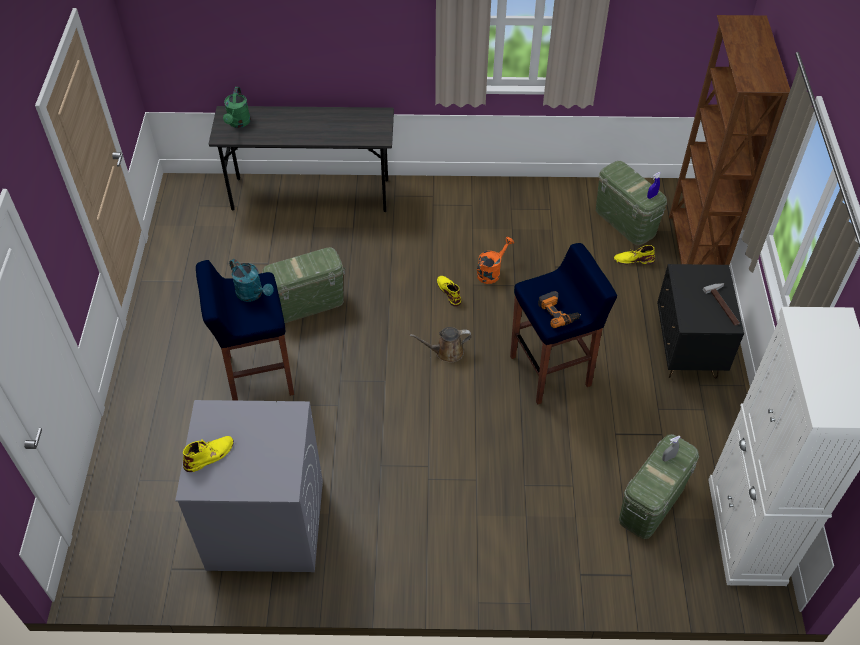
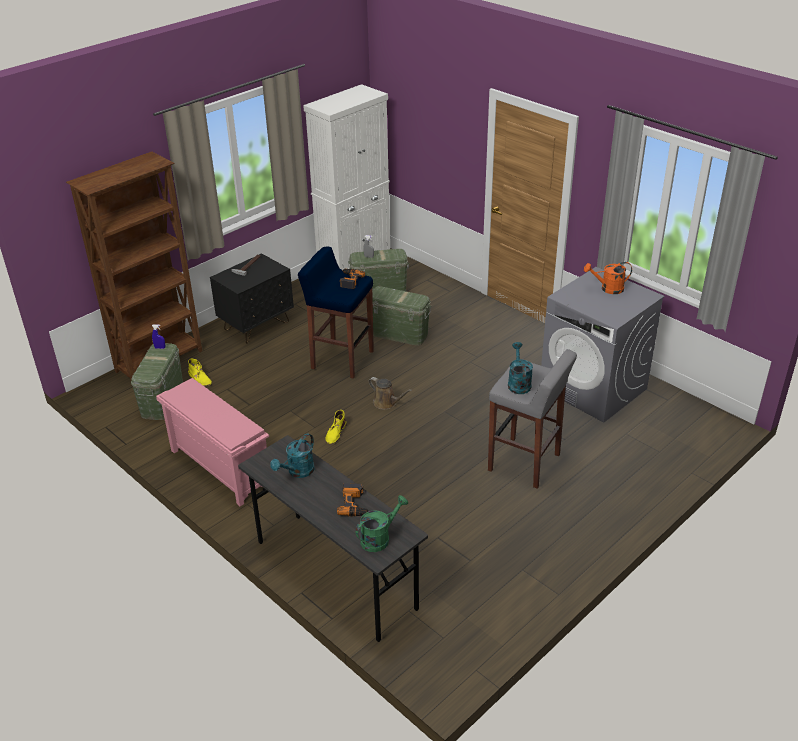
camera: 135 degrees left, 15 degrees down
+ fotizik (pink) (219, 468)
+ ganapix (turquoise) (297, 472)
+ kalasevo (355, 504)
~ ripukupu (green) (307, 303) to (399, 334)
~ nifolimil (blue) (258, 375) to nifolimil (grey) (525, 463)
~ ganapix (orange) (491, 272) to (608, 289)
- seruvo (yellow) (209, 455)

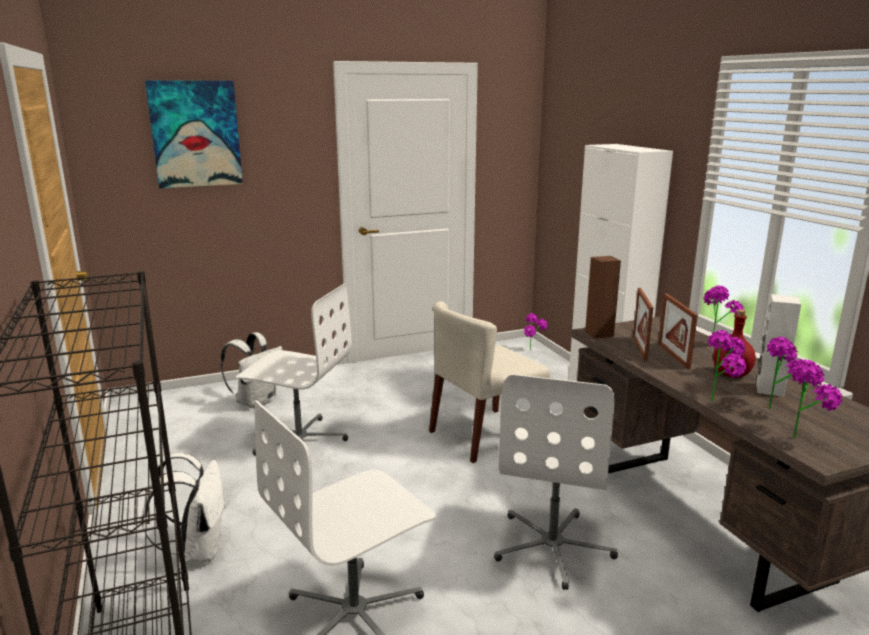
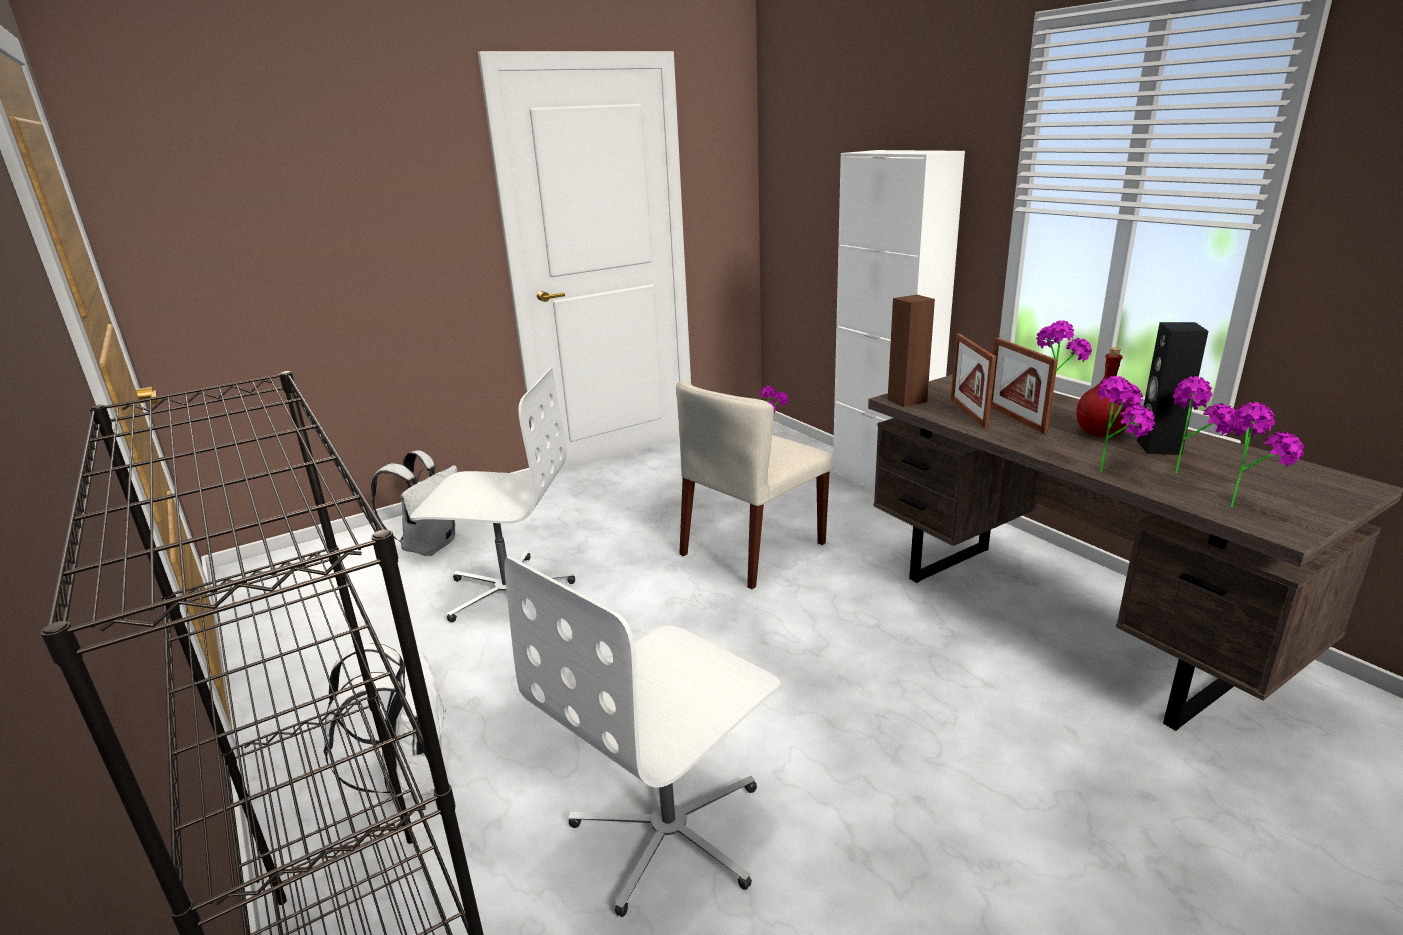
camera: 10 degrees left, 5 degrees up
~ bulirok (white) (769, 389) to bulirok (black) (1158, 447)
- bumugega (195, 134)
- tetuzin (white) (553, 547)

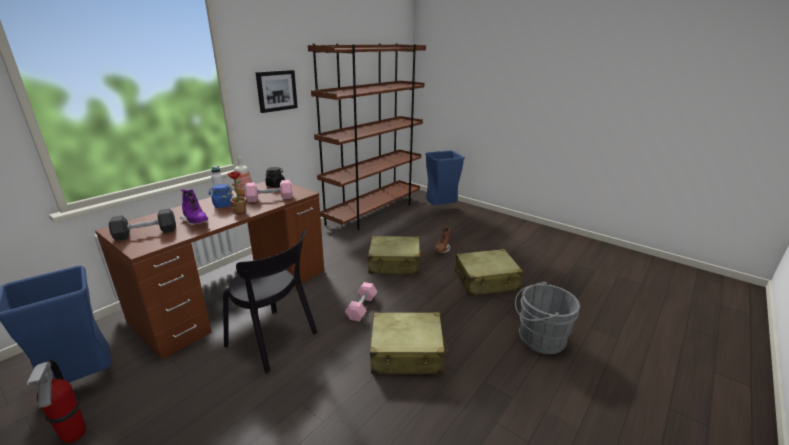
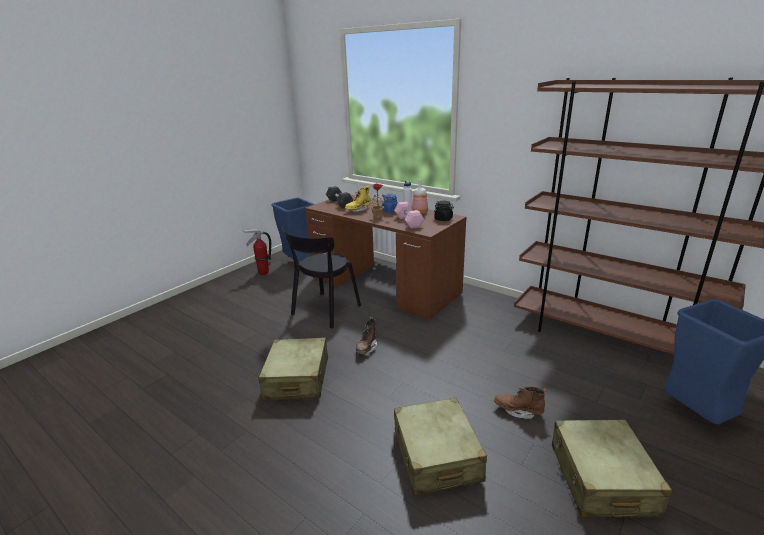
camera: 90 degrees right, 0 degrees up
~ seruvo (purple) (196, 221) to seruvo (yellow) (358, 210)
~ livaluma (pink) (361, 308) to seruvo (brown) (366, 348)
~ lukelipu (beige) (395, 263) to (601, 479)
- bumugega (276, 90)
- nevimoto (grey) (538, 338)

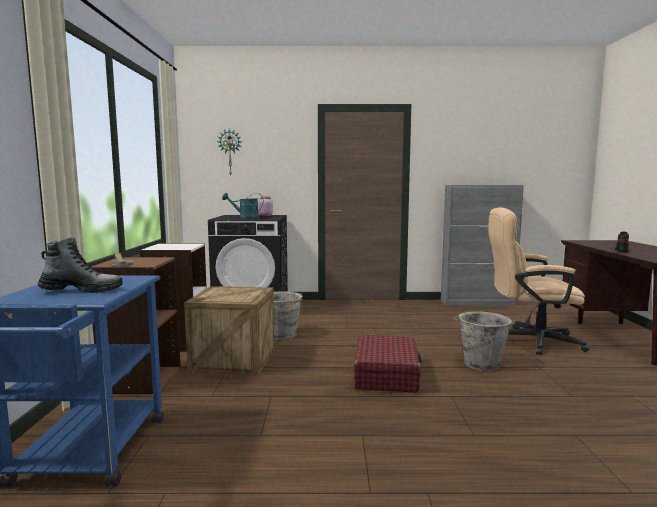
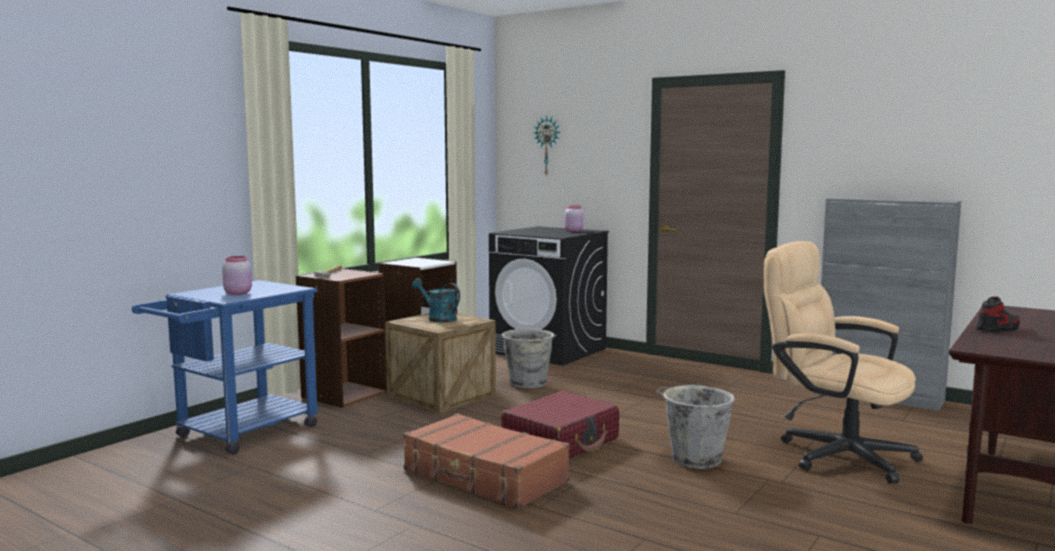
camera: 35 degrees right, 0 degrees up
~ seruvo (82, 290) to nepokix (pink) (238, 293)
+ lukelipu (brown) (484, 477)
~ ganapix (turquoise) (245, 218) to (438, 318)

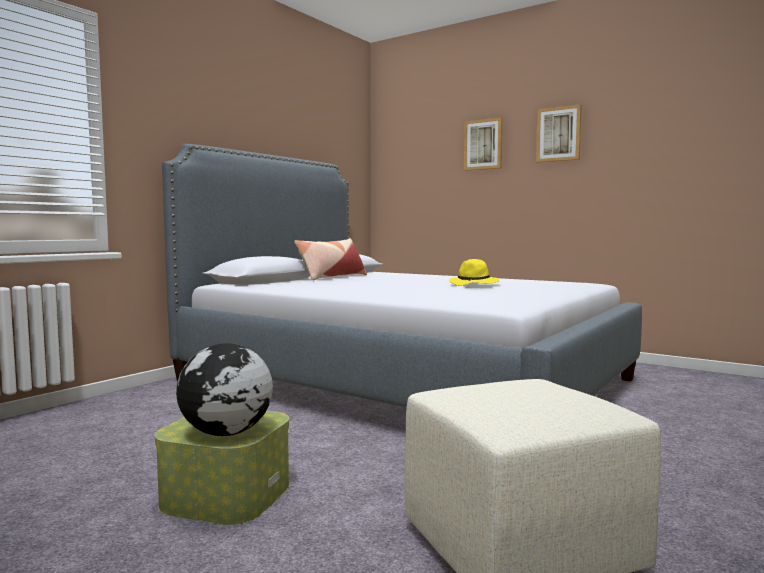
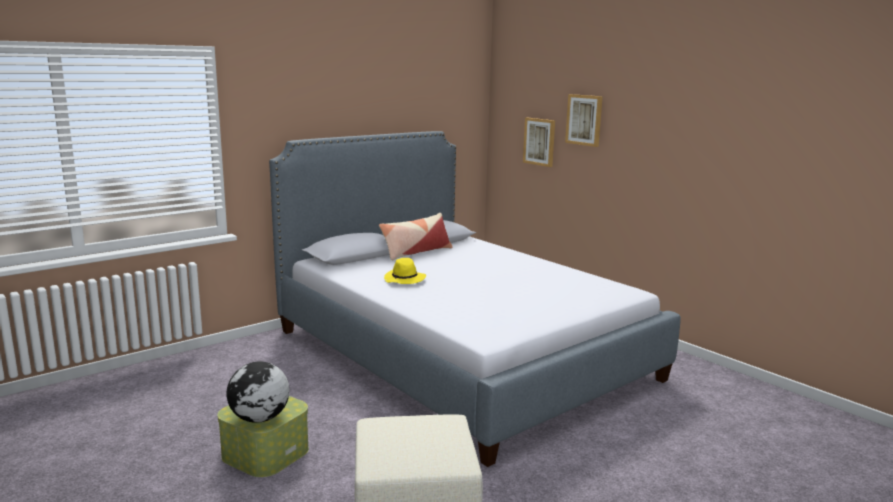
camera: 15 degrees right, 10 degrees up
~ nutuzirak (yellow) (474, 284) to (405, 279)
~ bumugega (558, 134) to (539, 141)

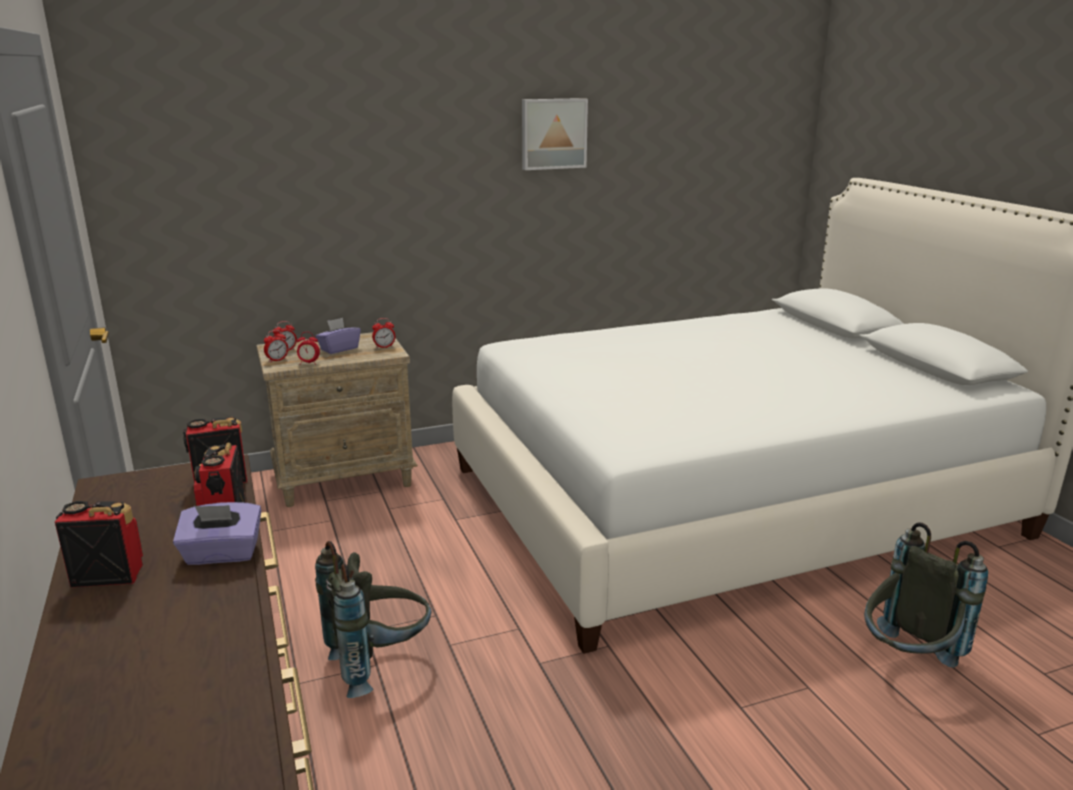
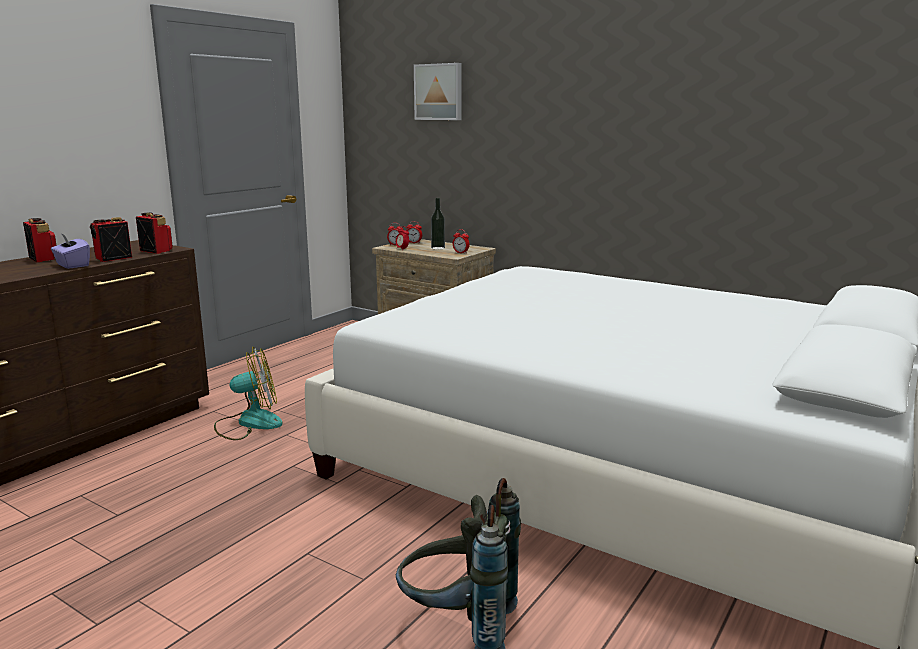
camera: 55 degrees right, 5 degrees down
~ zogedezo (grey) (379, 663) to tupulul (249, 423)
~ bumugega (553, 133) to (439, 92)
~ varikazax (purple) (339, 349) to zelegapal (438, 248)

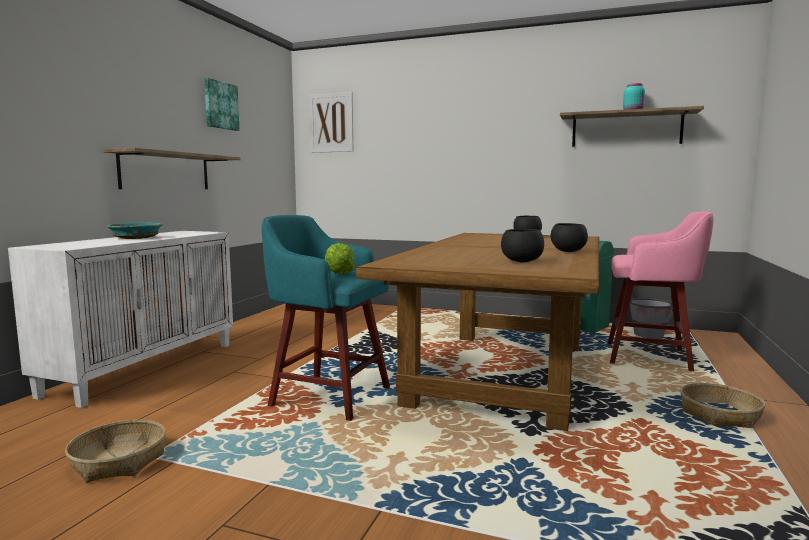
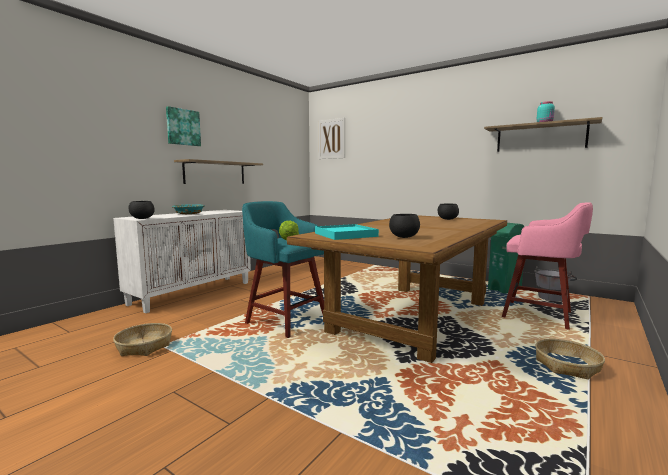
camera: 15 degrees right, 0 degrees up
~ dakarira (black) (567, 251) to (142, 218)
~ bumugega (220, 105) to (183, 127)
+ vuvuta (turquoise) (345, 235)

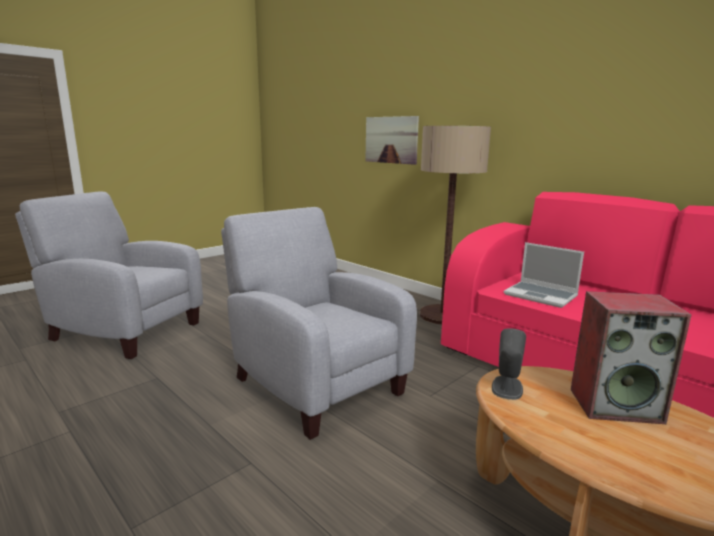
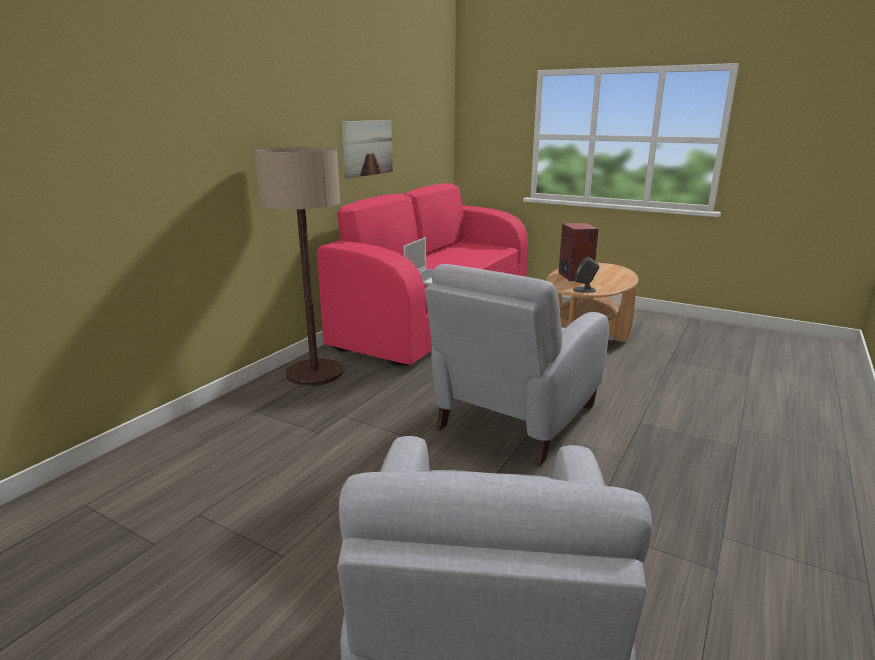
camera: 105 degrees left, 5 degrees up
~ bumugega (391, 140) to (367, 148)

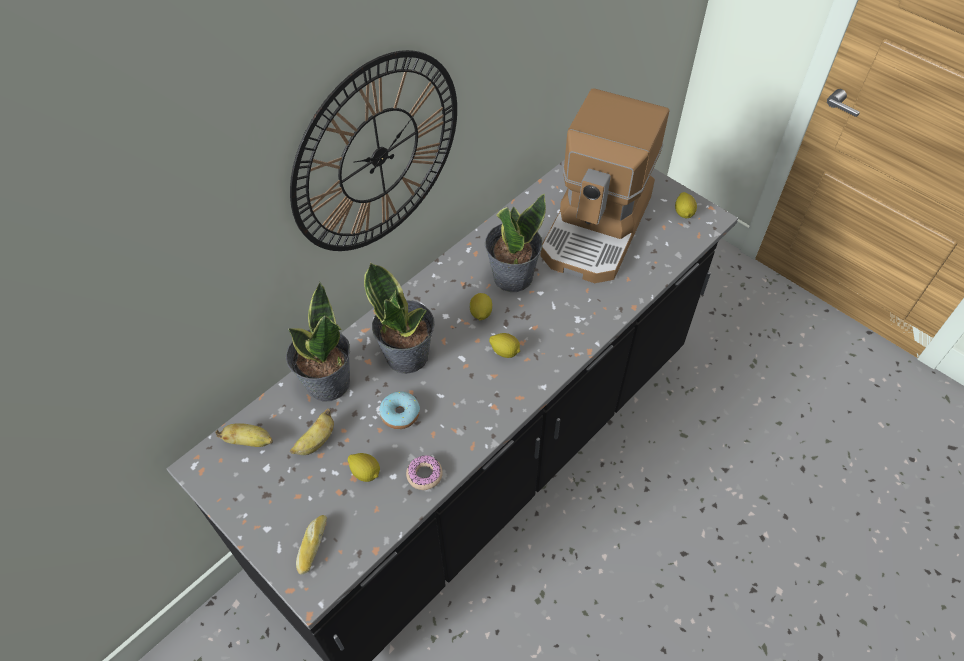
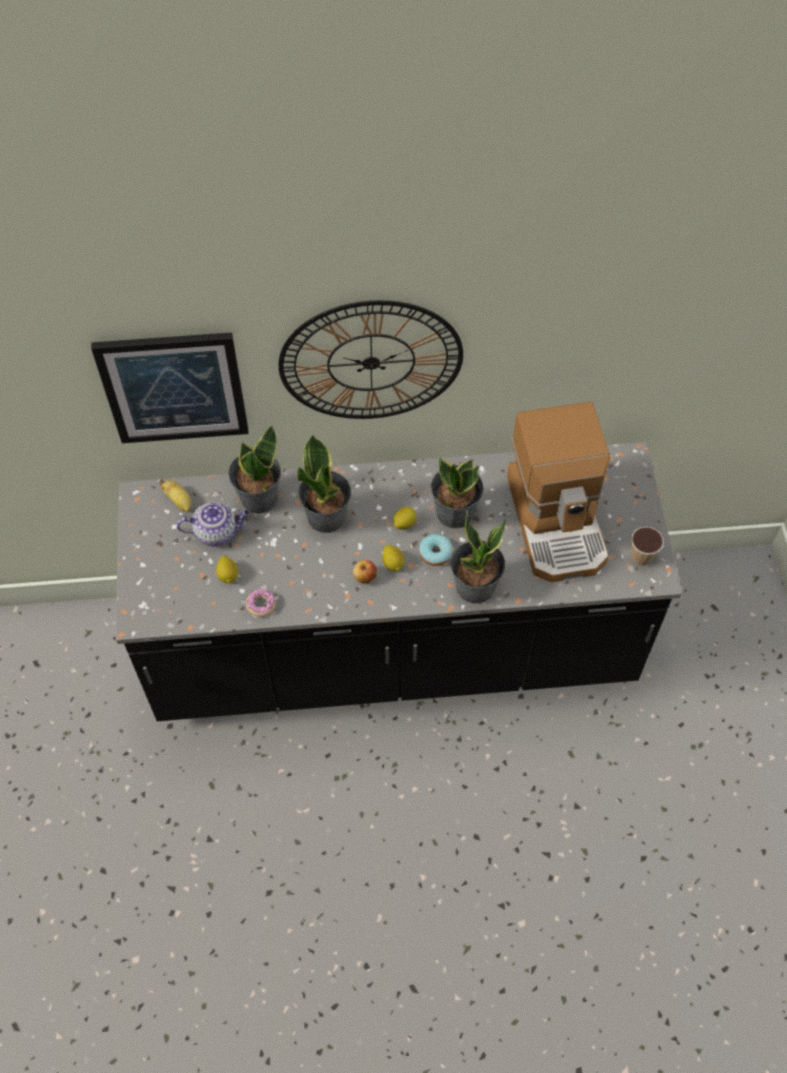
camera: 40 degrees right, 5 degrees up
+ bumugega (174, 387)
~ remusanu (316, 442) to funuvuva (217, 532)
+ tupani (365, 577)
~ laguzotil (400, 414) to (435, 553)
+ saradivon (475, 587)
~ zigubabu (598, 228) = (558, 521) 75 degrees counterclockwise
~ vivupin (684, 213) to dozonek (641, 557)
- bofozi (312, 545)

